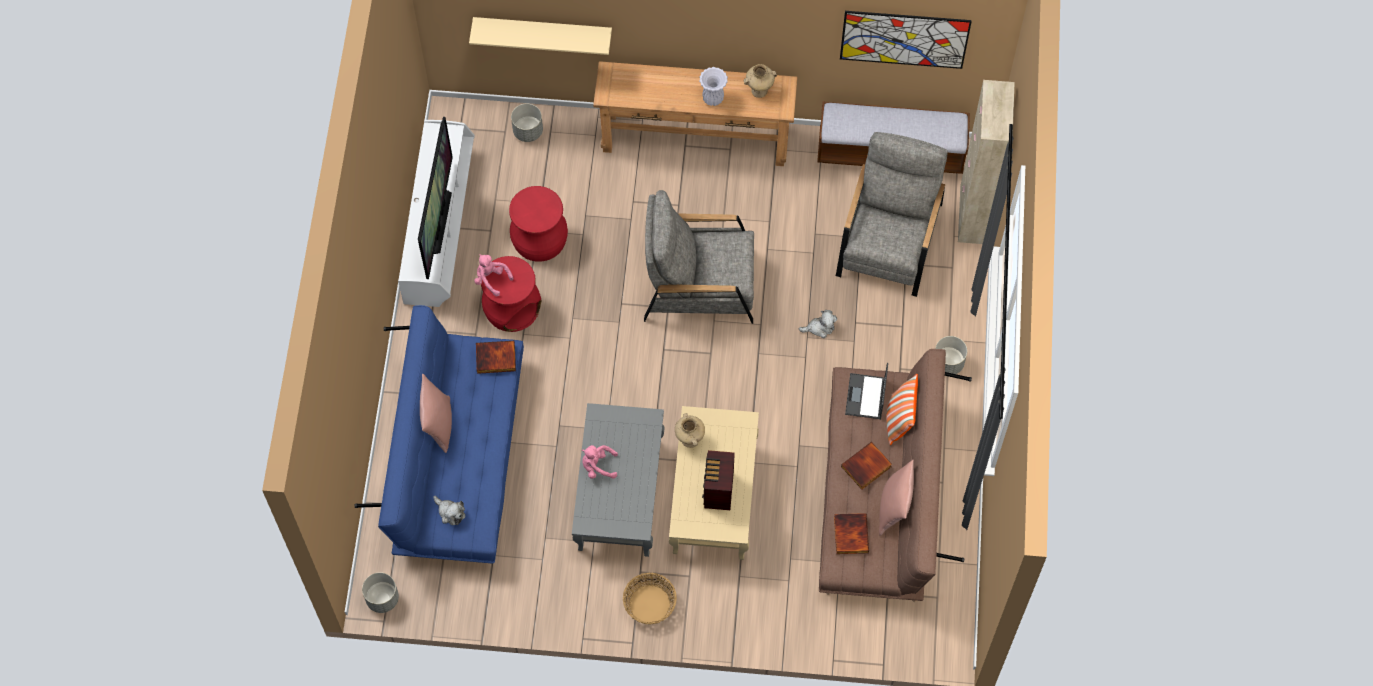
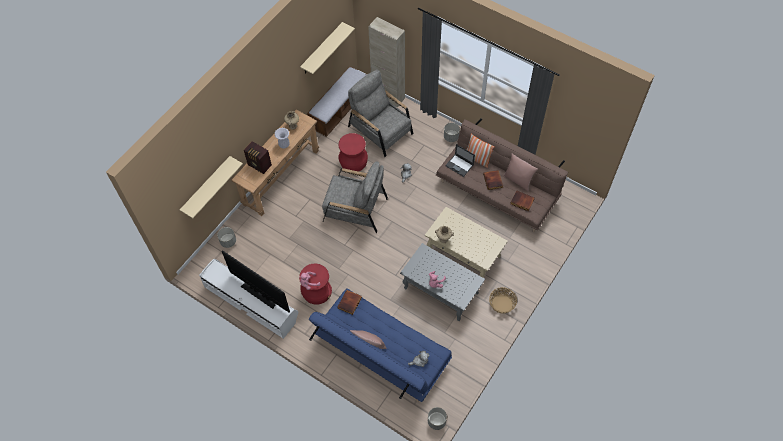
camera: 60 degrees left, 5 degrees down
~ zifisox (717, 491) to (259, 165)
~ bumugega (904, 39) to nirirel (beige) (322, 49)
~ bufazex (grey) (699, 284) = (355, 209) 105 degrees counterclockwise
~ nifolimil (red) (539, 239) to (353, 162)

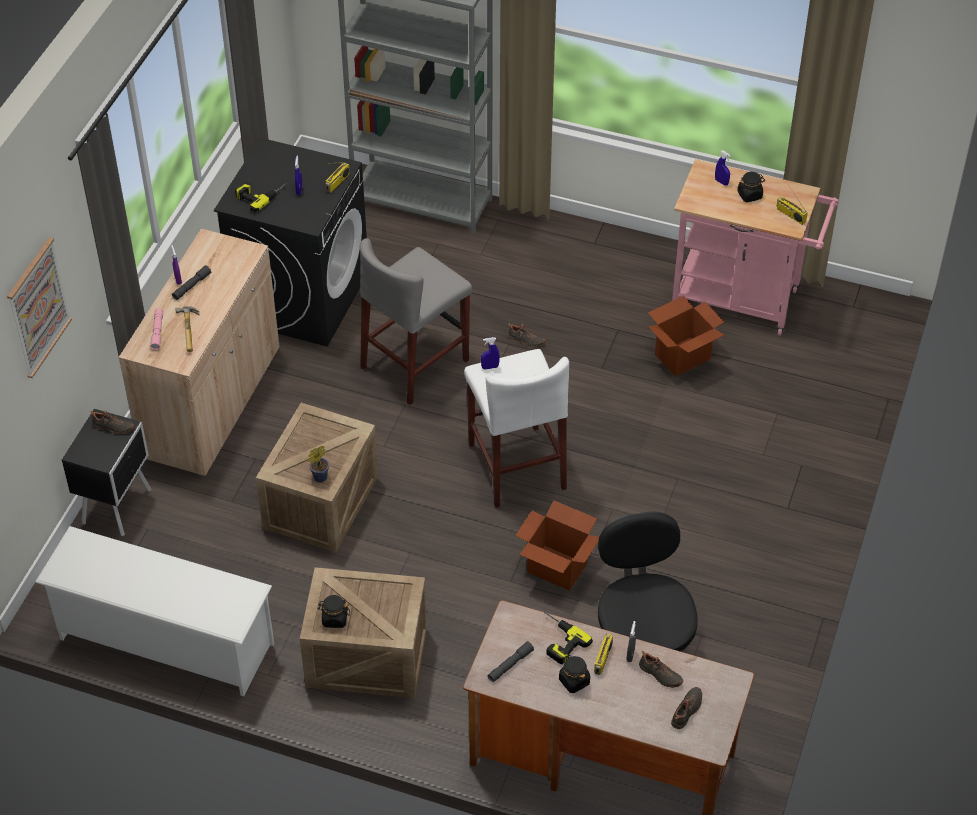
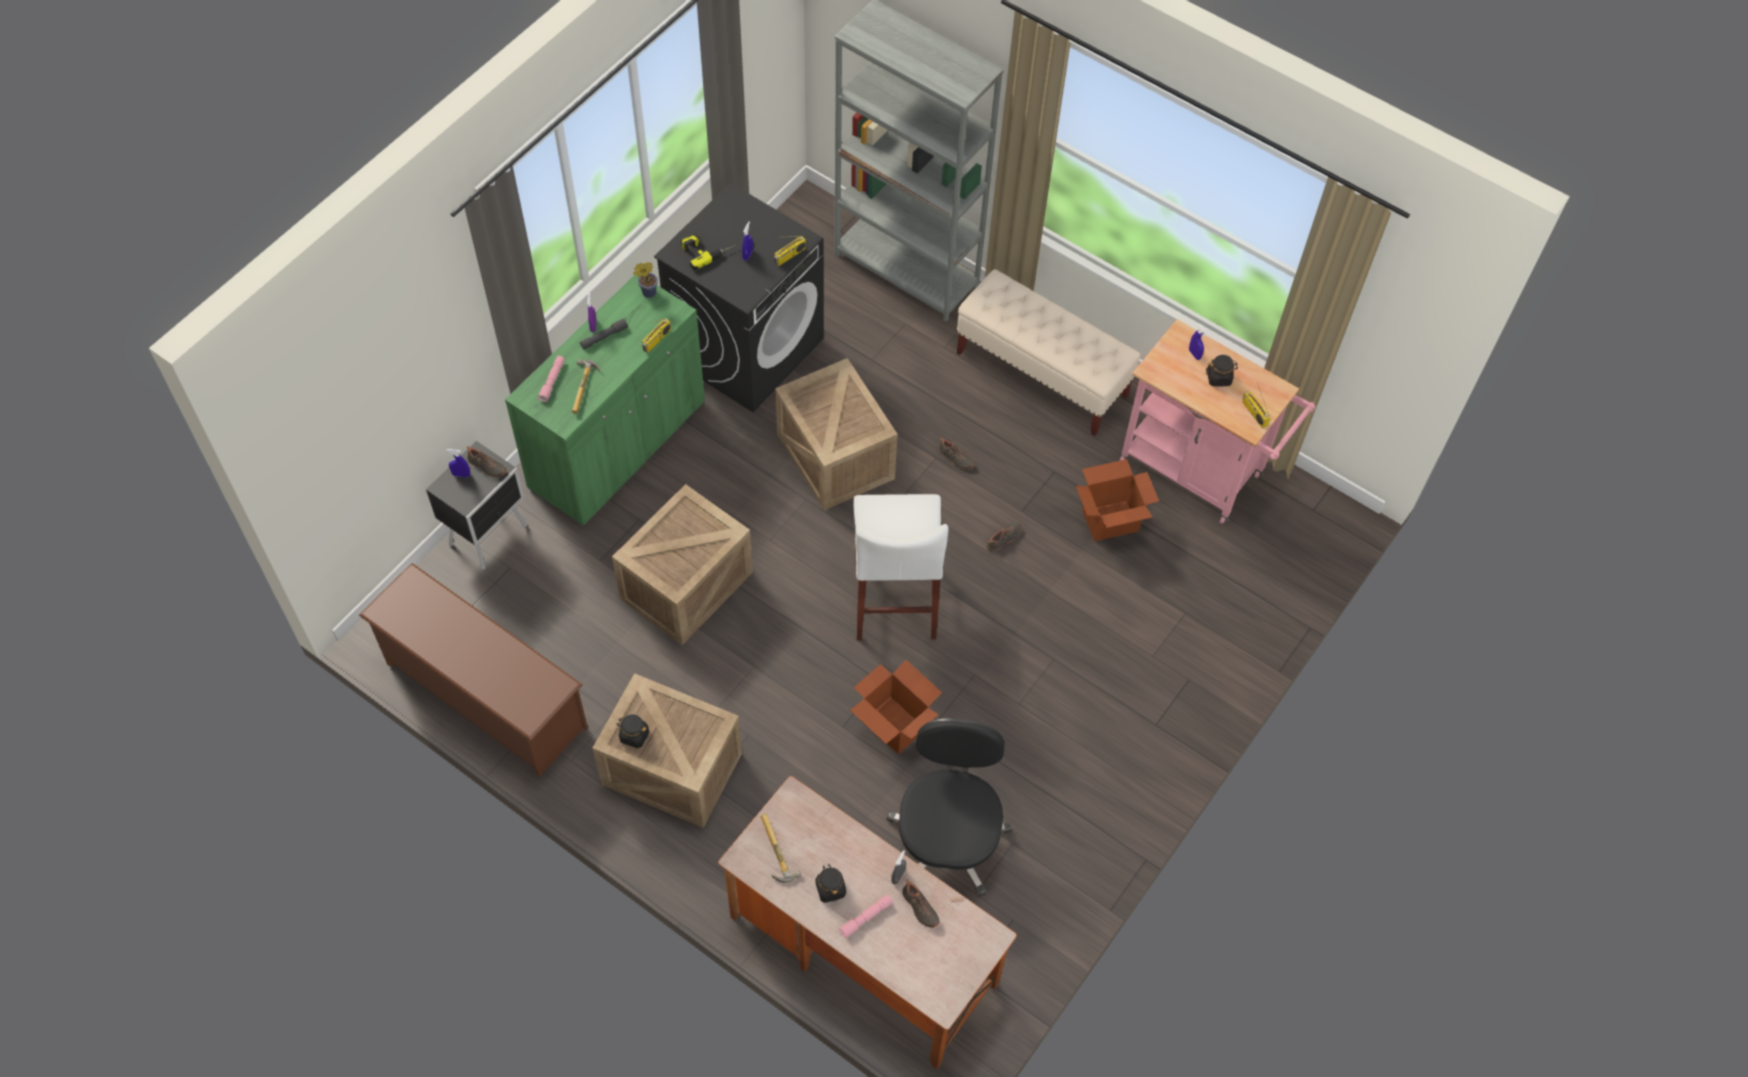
camera: 15 degrees right, 10 degrees up
~ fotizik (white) (165, 641) to fotizik (brown) (485, 695)
~ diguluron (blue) (490, 367) to (461, 474)
~ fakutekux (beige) (211, 403) to fakutekux (green) (618, 445)
~ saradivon (318, 478) to (647, 293)
~ zifisox (603, 659) to (657, 340)
~ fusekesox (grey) (510, 665) to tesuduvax (773, 851)
~ nifolimil (grey) (415, 364) to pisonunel (833, 455)
+ fusekesox (pink) (866, 917)
+ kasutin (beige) (1042, 375)
~ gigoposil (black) (687, 711) to (1004, 539)
- bumugega (38, 307)
- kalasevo (557, 640)

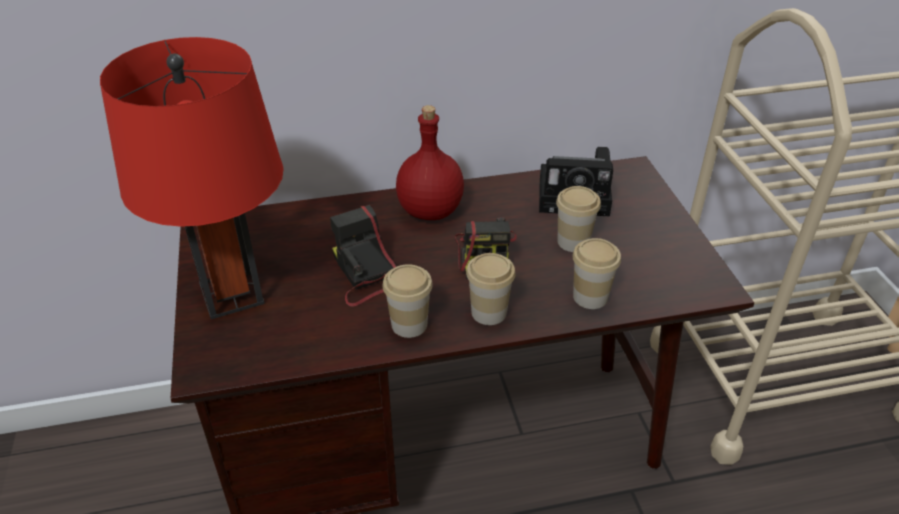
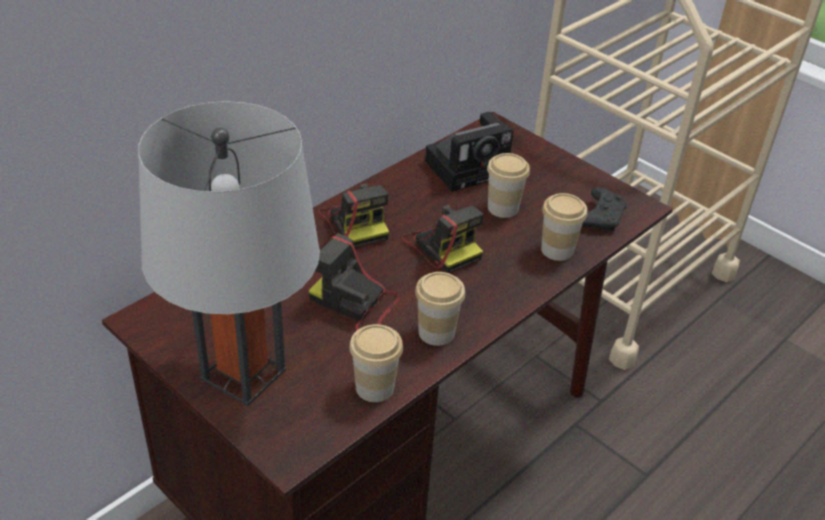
camera: 35 degrees left, 0 degrees up
~ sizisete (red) (232, 294) to sizisete (grey) (243, 374)
~ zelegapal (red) (431, 210) to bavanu (356, 223)
~ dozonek (489, 312) to (374, 387)
+ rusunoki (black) (601, 217)

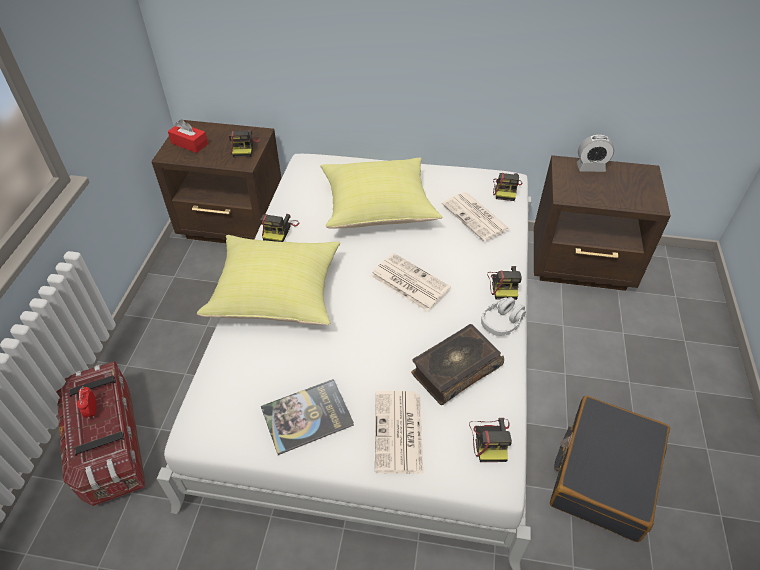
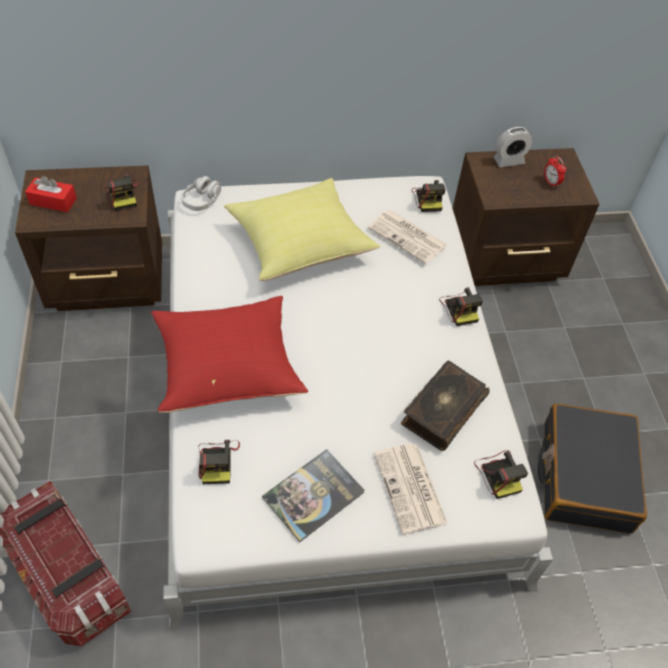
camera: 20 degrees left, 5 degrees up
~ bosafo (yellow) (277, 294) to bosafo (red) (228, 367)
~ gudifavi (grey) (502, 322) to (202, 200)
~ bavanu (279, 230) to (218, 461)
~ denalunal (92, 411) to (551, 182)
- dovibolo (408, 282)

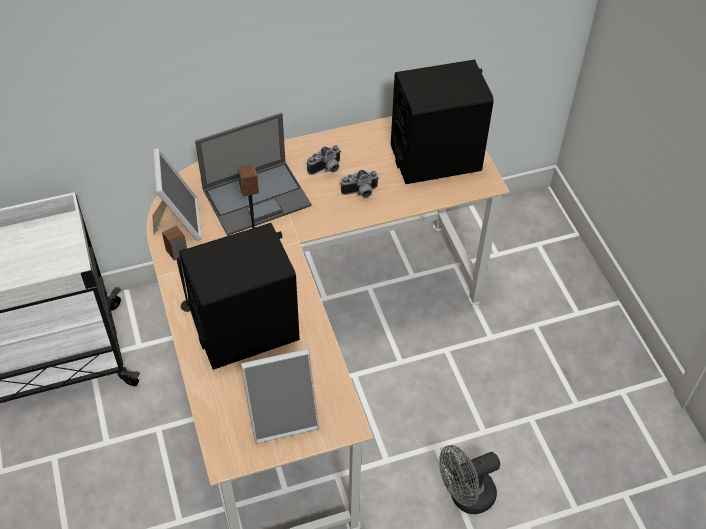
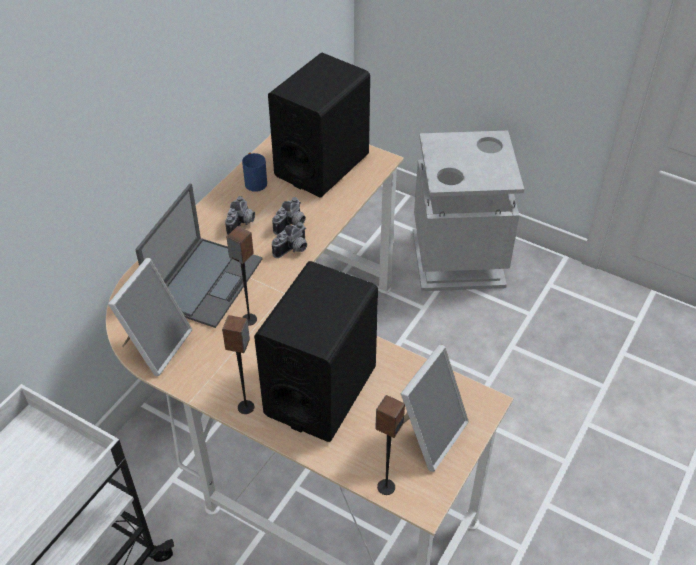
camera: 40 degrees left, 5 degrees down
~ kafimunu (178, 221) = (155, 345) 75 degrees clockwise
+ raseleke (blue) (254, 181)
+ bavanu (293, 250)
+ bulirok (385, 487)
+ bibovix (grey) (458, 258)
- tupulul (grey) (465, 497)

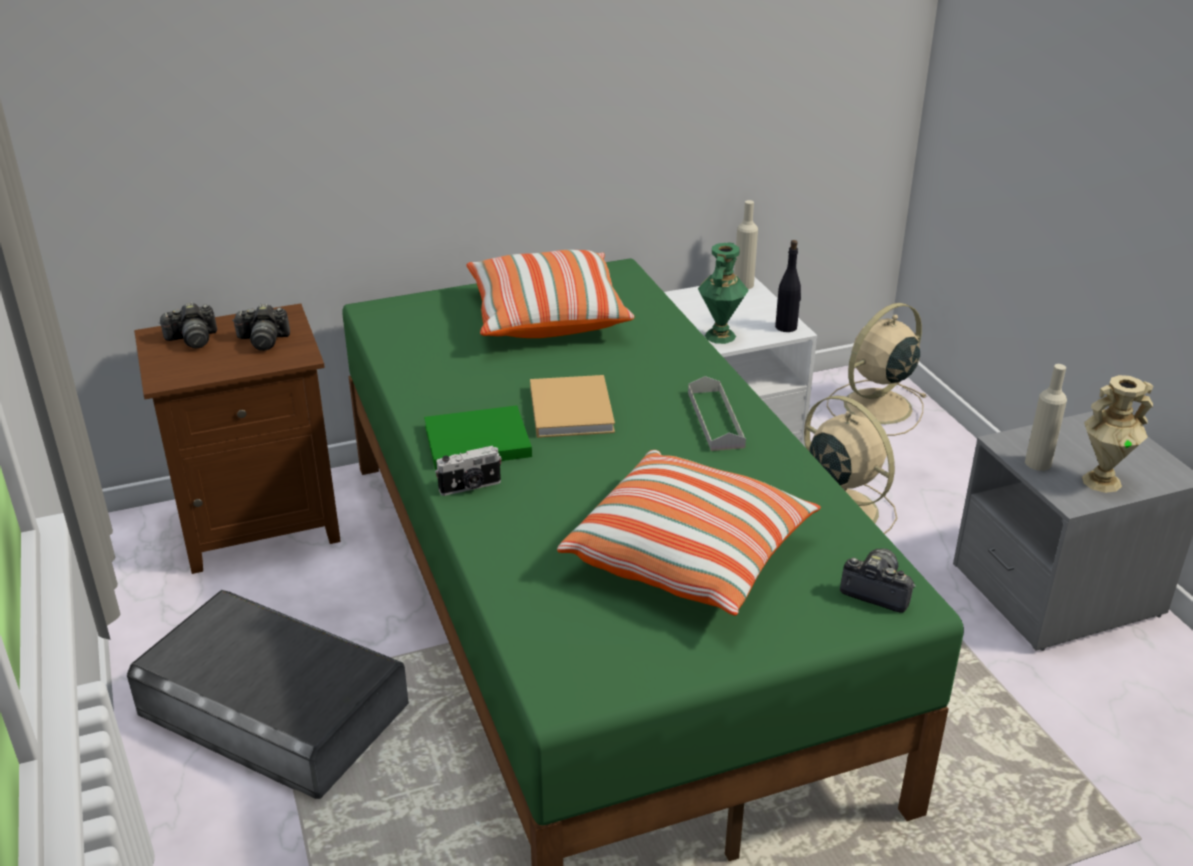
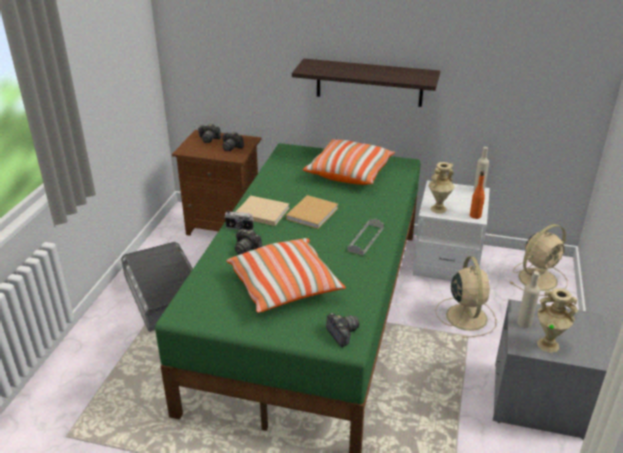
camera: 35 degrees right, 0 degrees up
+ bavanu (246, 248)
~ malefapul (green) (474, 442) to malefapul (beige) (261, 212)
+ nirirel (369, 83)
~ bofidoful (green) (721, 336) to bofidoful (beige) (438, 209)
~ zelegapal (black) (786, 327) to zelegapal (orange) (475, 216)
~ tupulul (beige) (875, 407) = (539, 278) 150 degrees clockwise

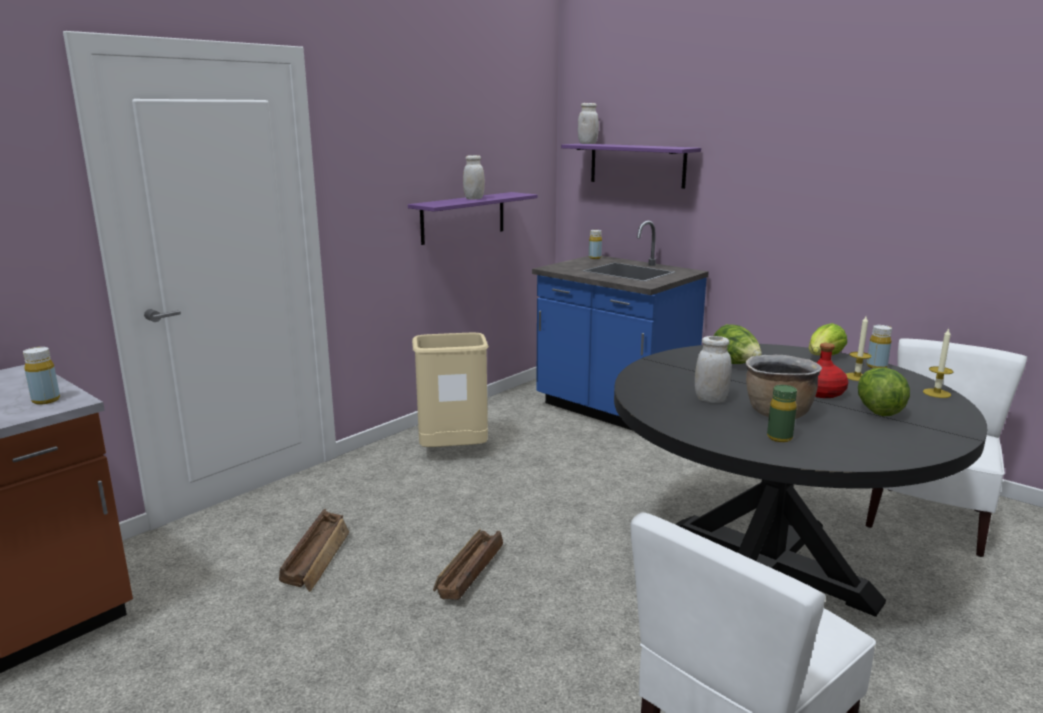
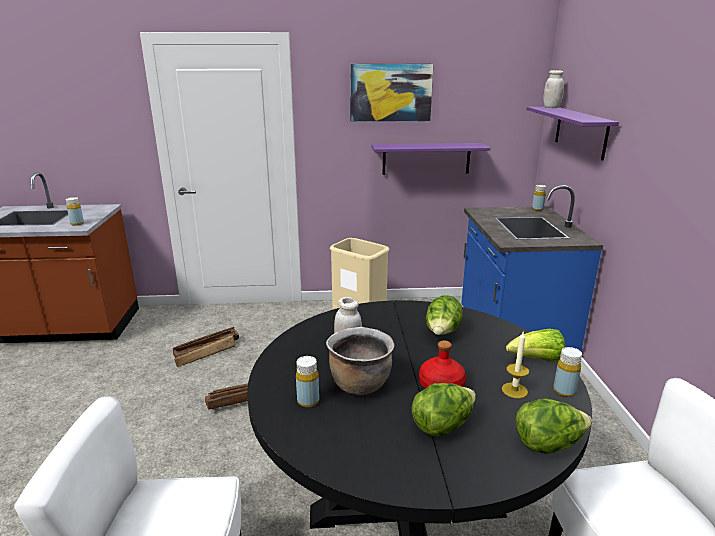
camera: 45 degrees right, 5 degrees up
~ zelegapal (green) (779, 438) to zelegapal (yellow) (308, 401)
+ bumugega (390, 92)
~ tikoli (936, 393) to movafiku (548, 444)
- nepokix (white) (474, 199)

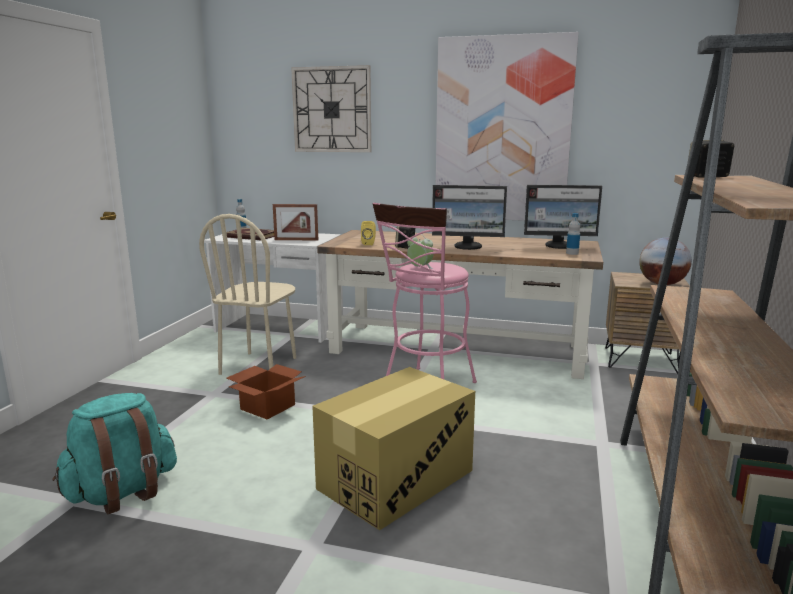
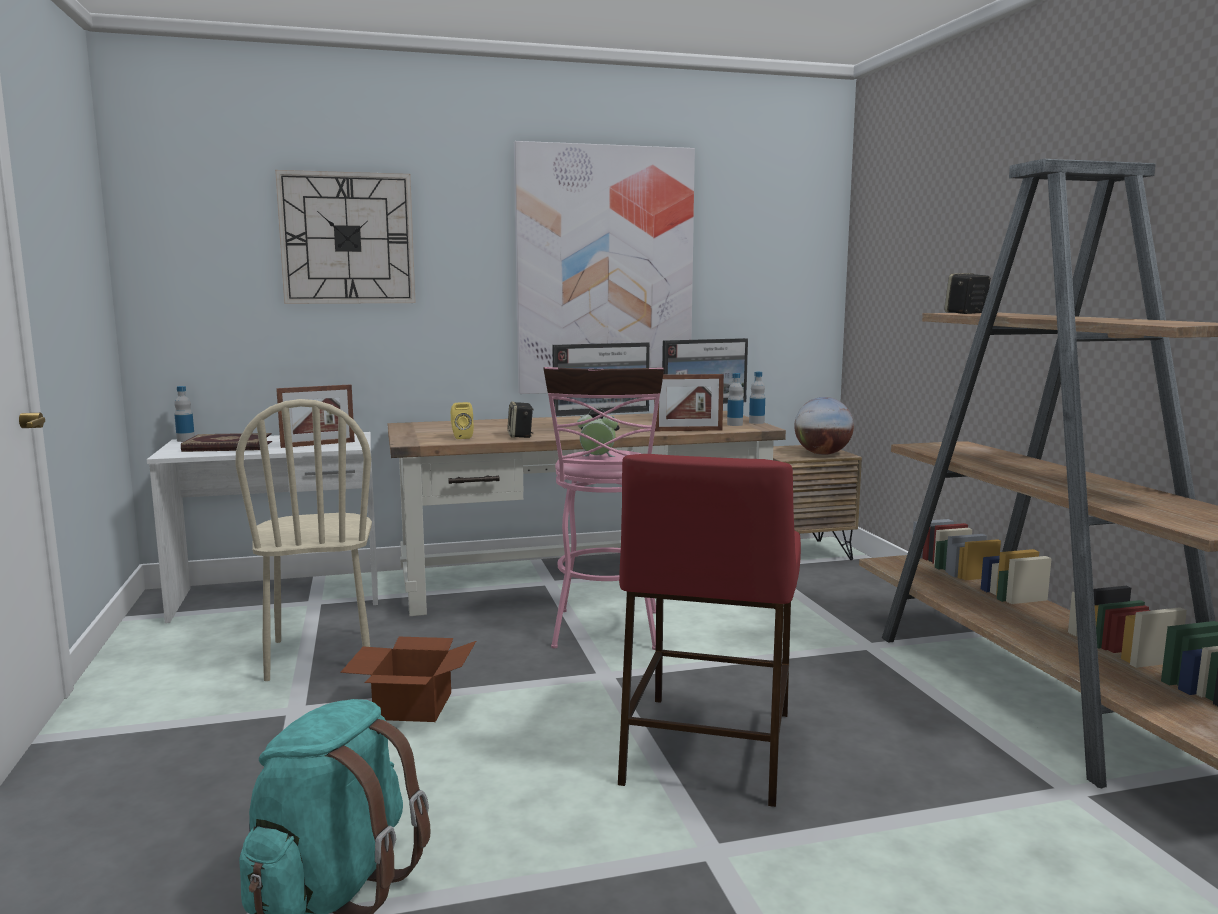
camera: 30 degrees left, 5 degrees down
~ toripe (395, 480) to nifolimil (red) (708, 745)
+ kafimunu (688, 430)
+ zelegapal (756, 422)

